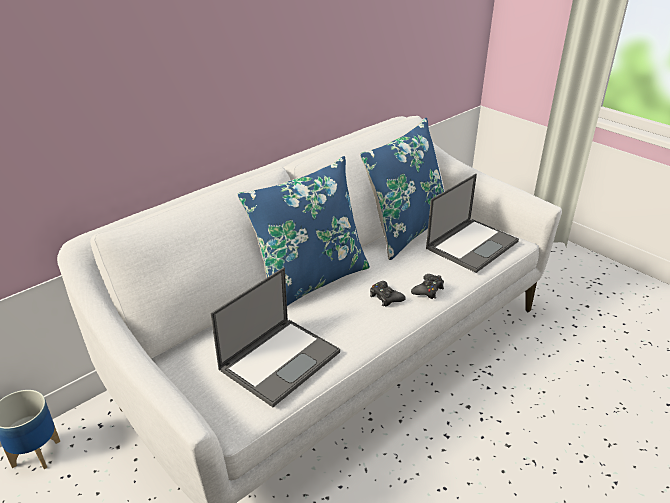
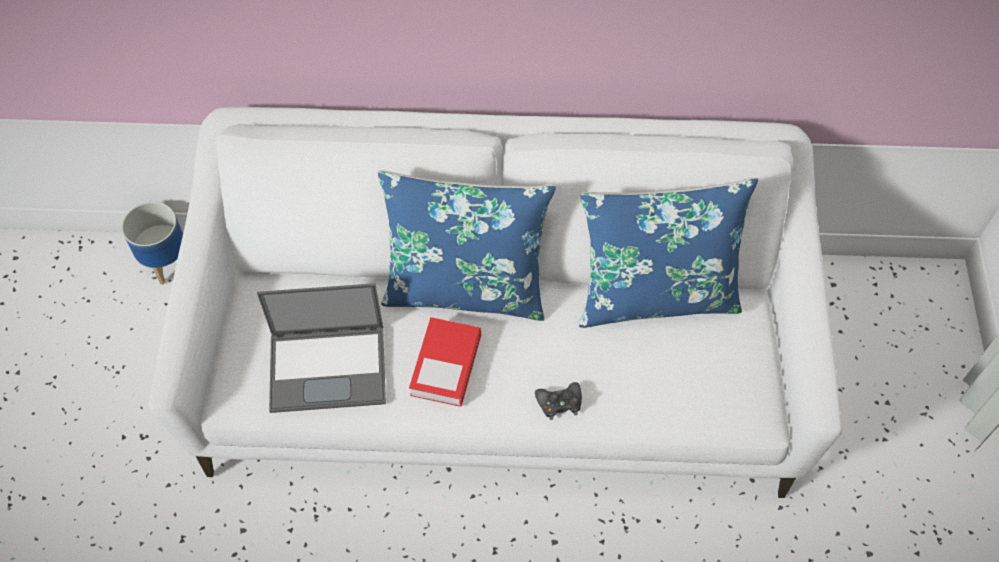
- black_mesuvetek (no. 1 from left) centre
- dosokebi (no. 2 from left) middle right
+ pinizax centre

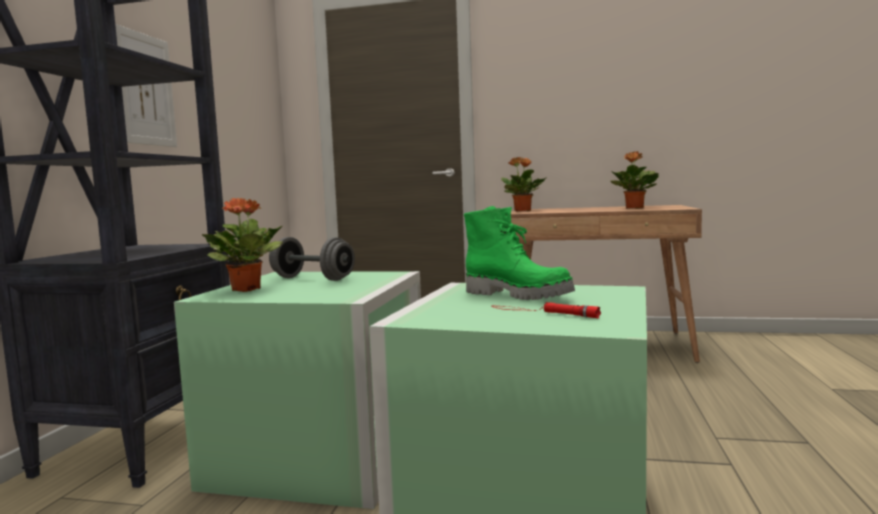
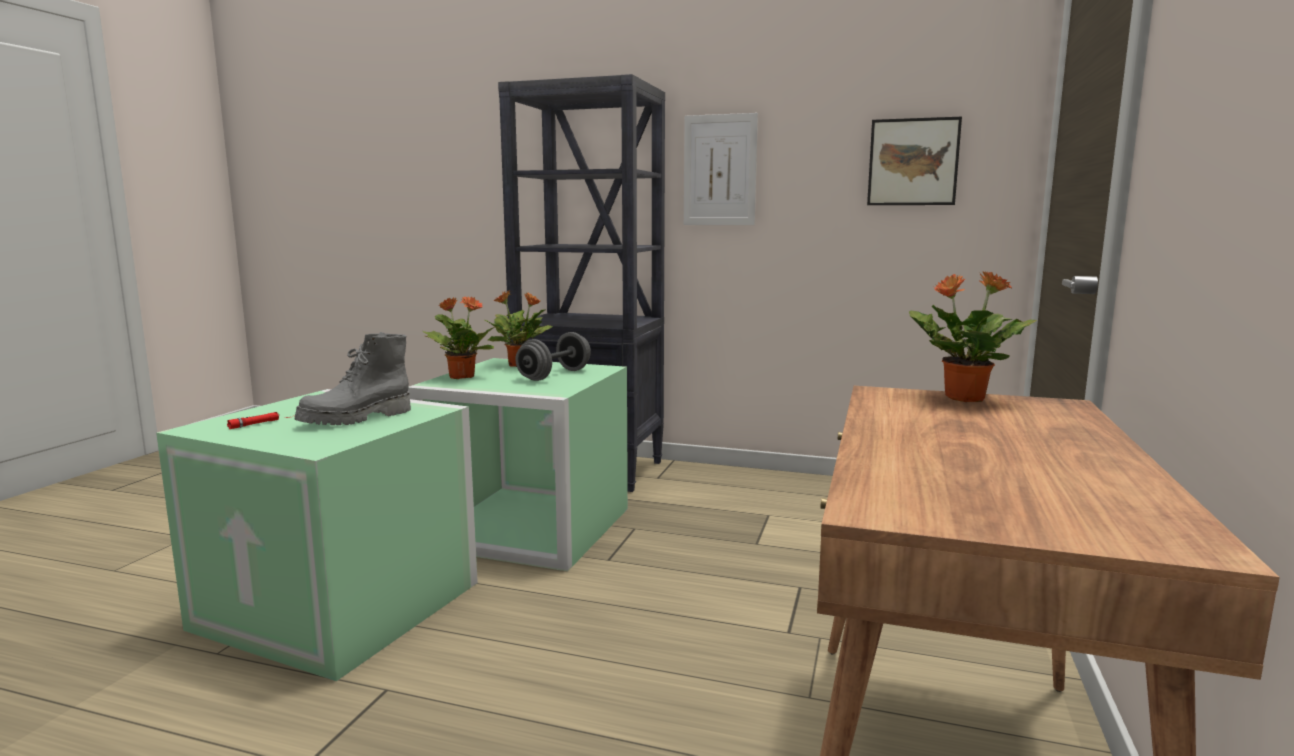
~ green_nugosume centre to grey_nugosume middle left
~ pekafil (no. 3 from left in the first image) middle right to pekafil (no. 1 from left) centre
+ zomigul (no. 2 from left) top right

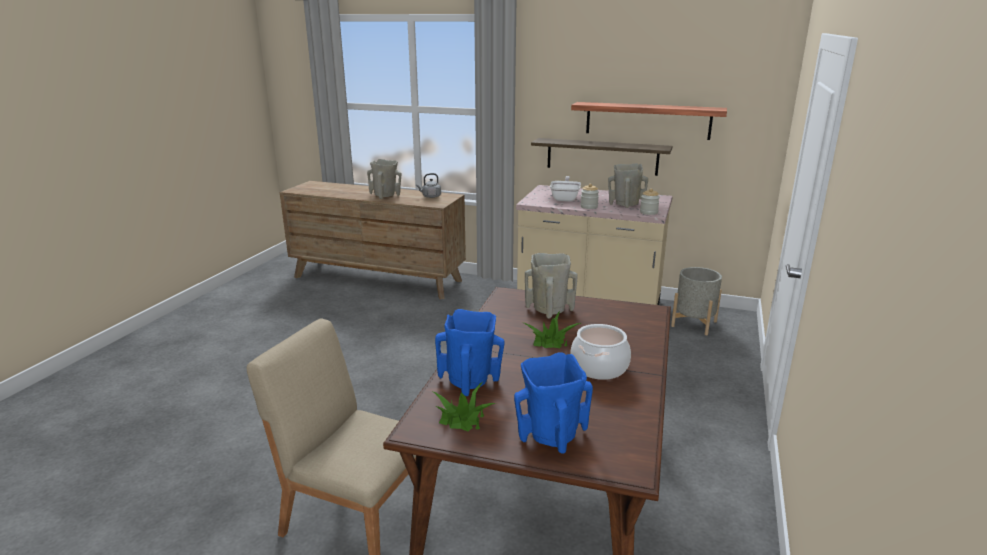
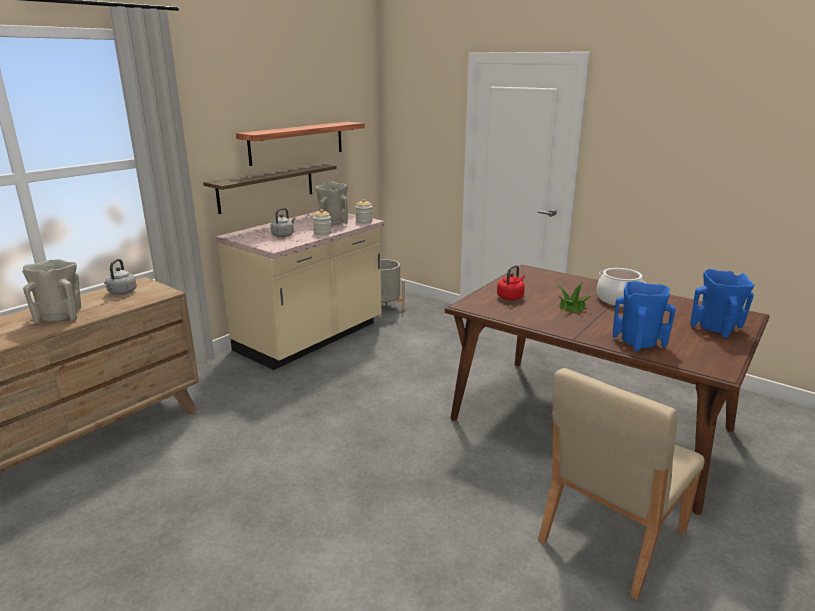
- pekafil (no. 1 from left) bottom centre
~ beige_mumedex (no. 2 from left) centre to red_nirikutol centre
~ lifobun centre to grey_nirikutol (no. 2 from left) centre

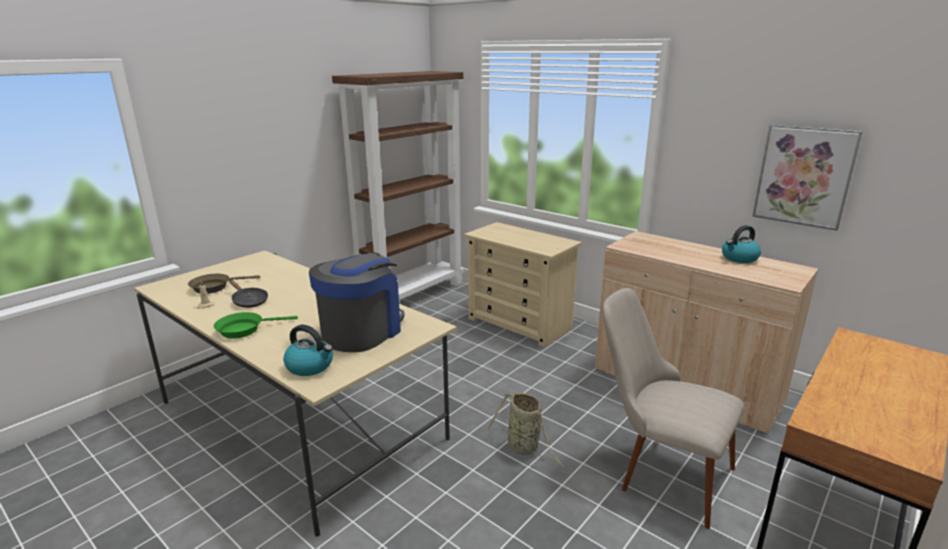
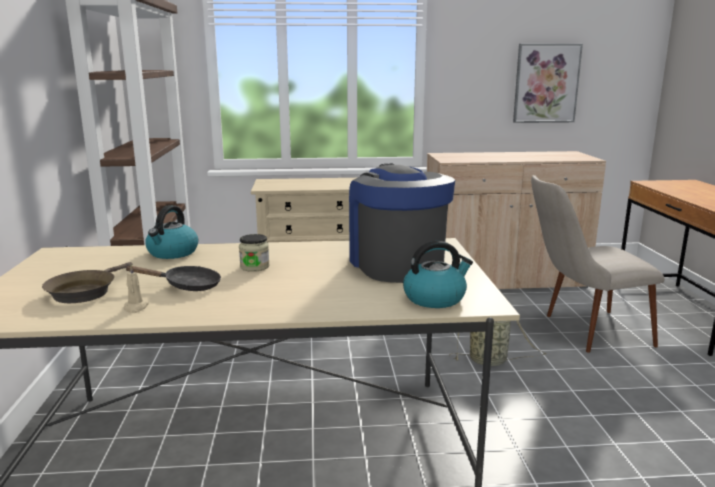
- green_lifobun middle left
~ nirikutol (no. 2 from left in the first image) middle right to nirikutol (no. 1 from left) middle left
+ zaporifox centre

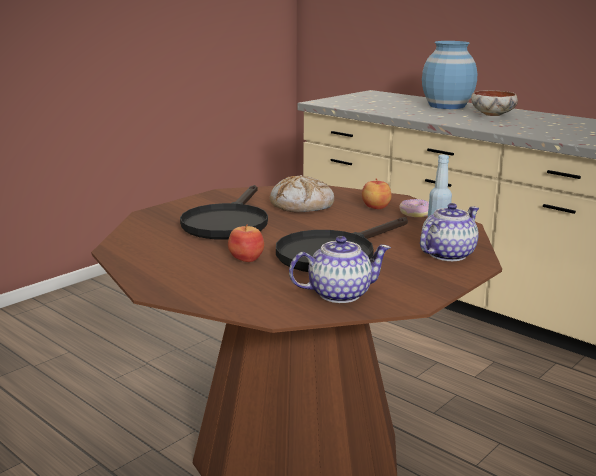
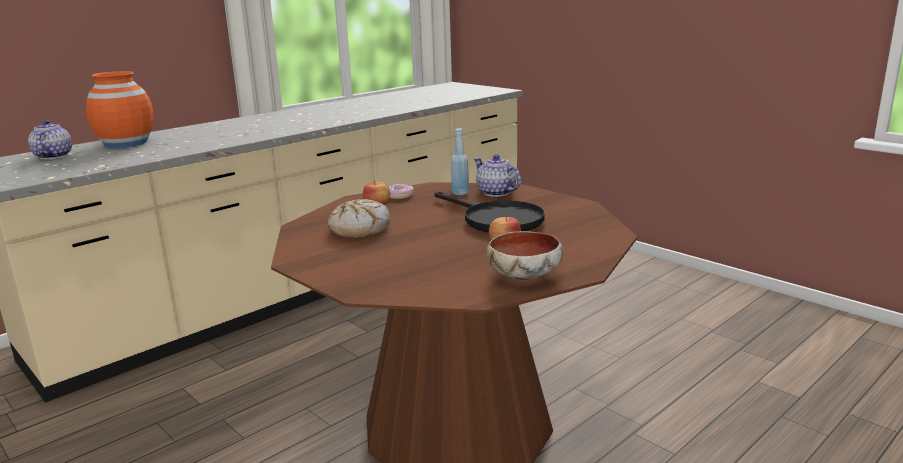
- black_lifobun (no. 1 from left) centre
~ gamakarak (no. 1 from left) centre to top left
~ blue_mumedex top right to orange_mumedex top left
~ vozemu top right to centre

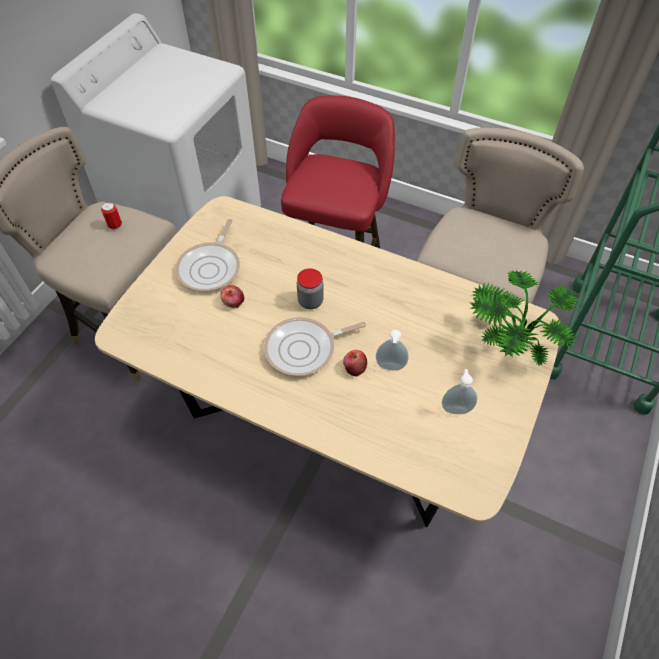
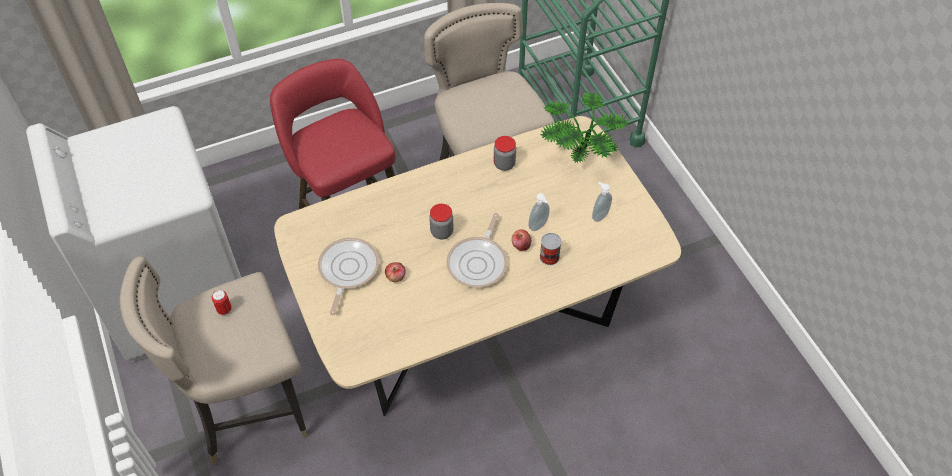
~ lifobun (no. 1 from left) middle left = centre 135 degrees counterclockwise
+ zaporifox (no. 2 from left) top centre
+ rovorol (no. 2 from left) centre

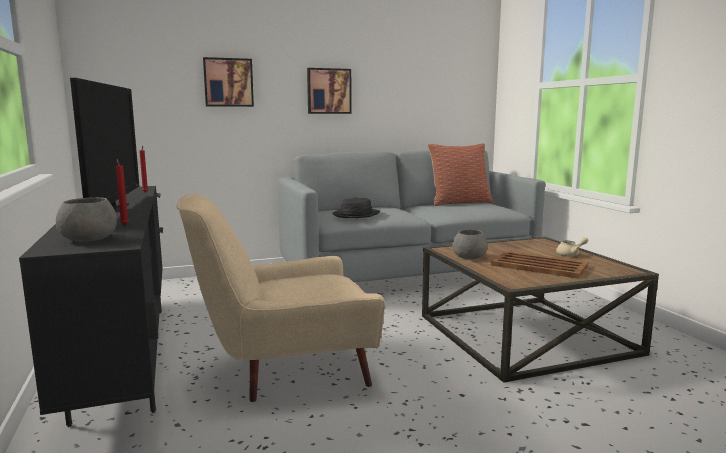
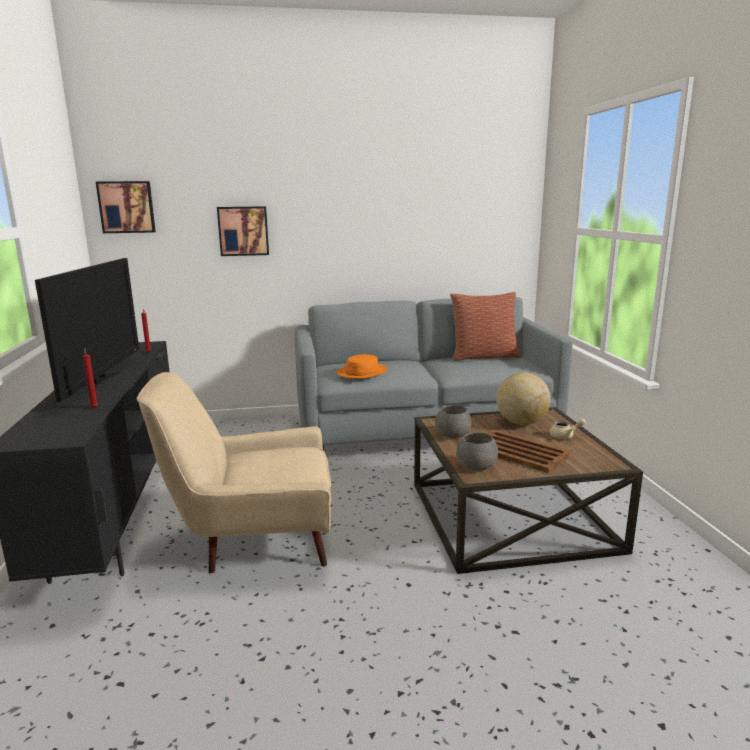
~ grey_vozemu (no. 1 from left in the first image) middle left to grey_vozemu (no. 2 from left) centre
~ zomigul (no. 2 from left in the first image) top centre to zomigul (no. 1 from left) top left
~ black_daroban centre to orange_daroban centre
+ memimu middle right

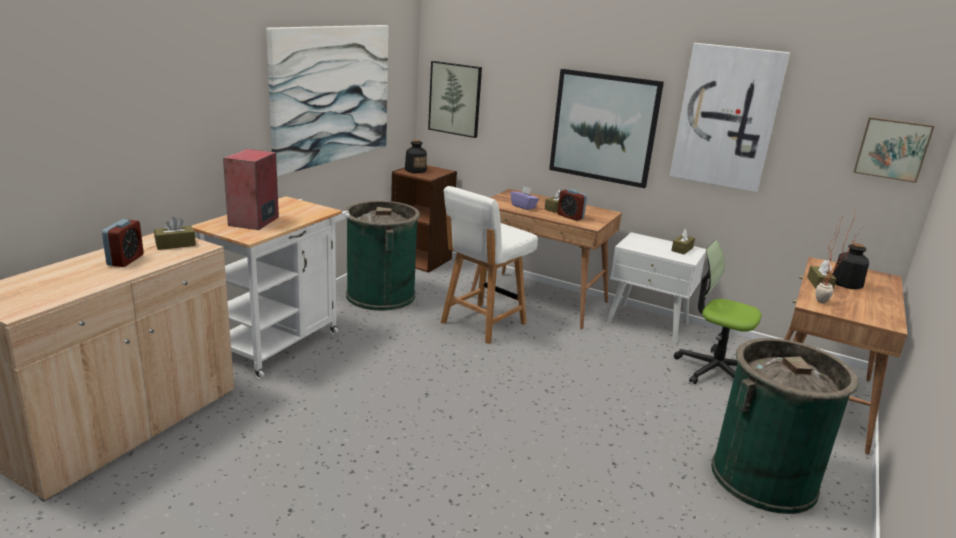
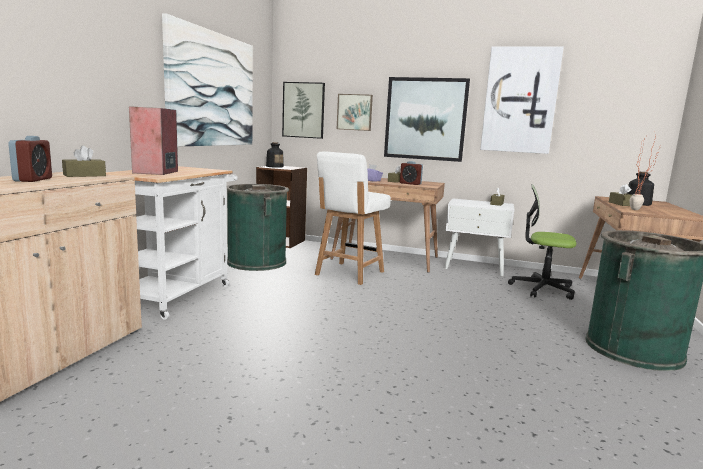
~ zomigul (no. 5 from left in the first image) top right to zomigul (no. 3 from left) top centre

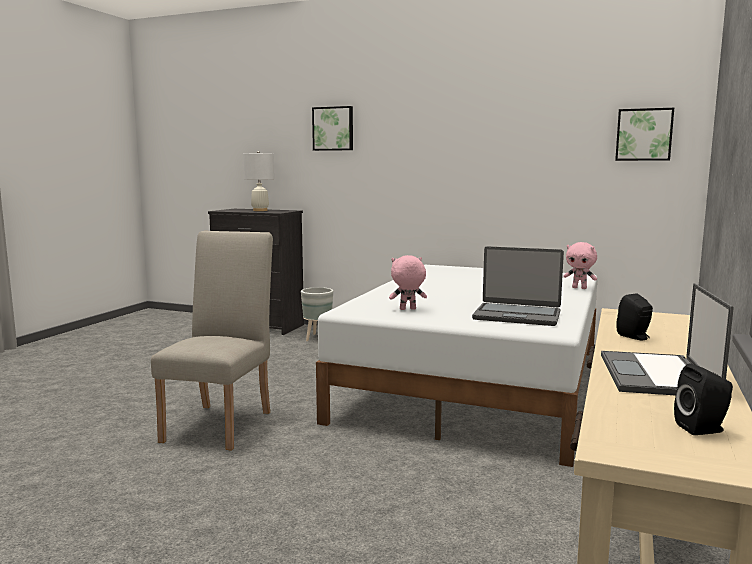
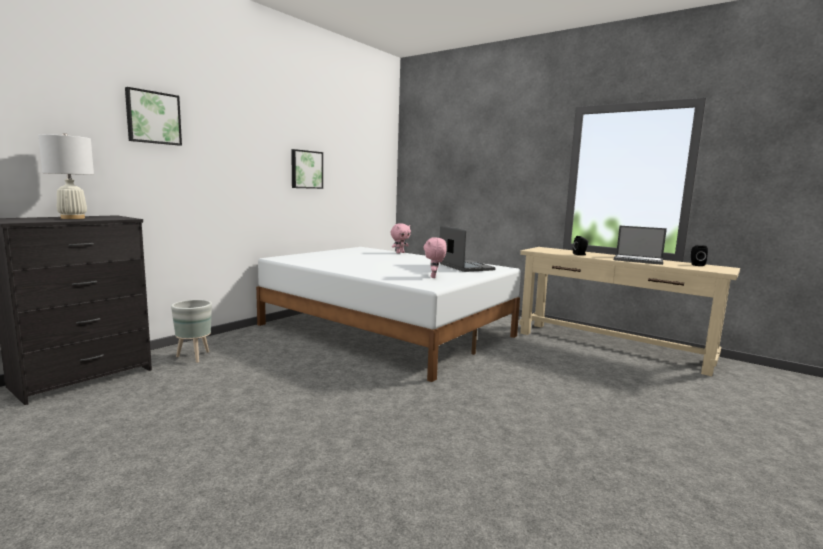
- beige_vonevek middle left
~ dosokebi (no. 1 from left) middle right = centre 60 degrees counterclockwise
~ zomigul (no. 2 from left) top right to top centre

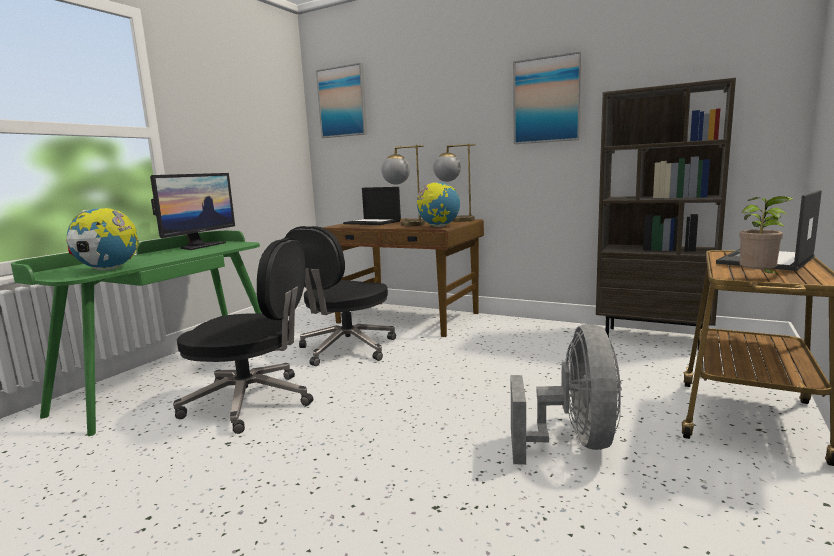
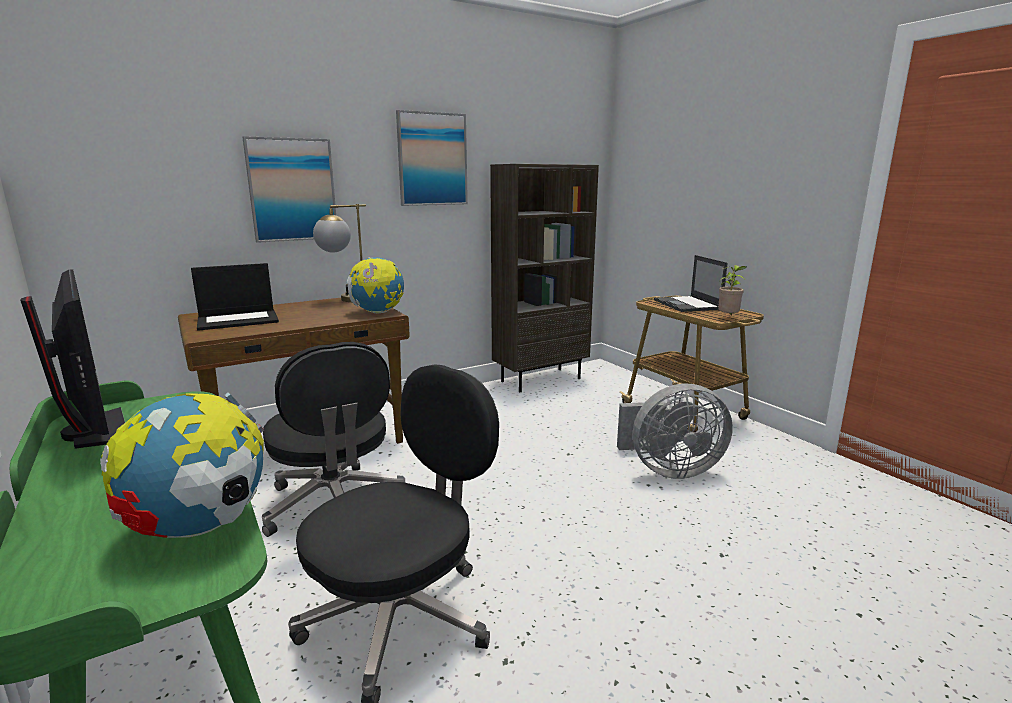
~ zomigul (no. 1 from left) top centre to top left
- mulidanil (no. 1 from left) top centre
~ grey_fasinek bottom right = middle right 135 degrees clockwise

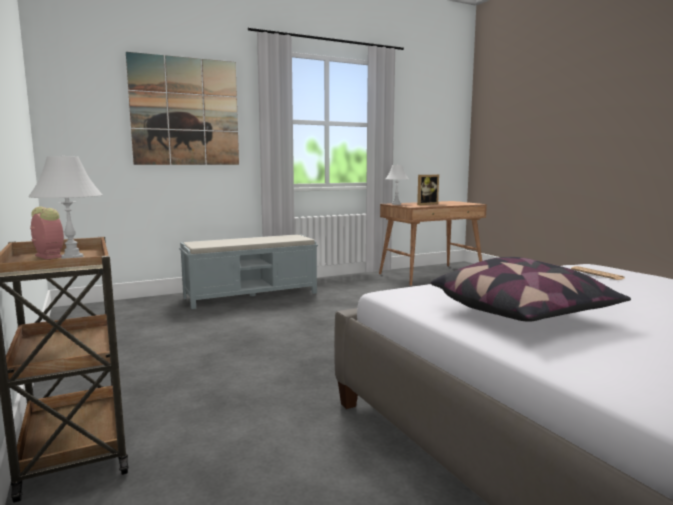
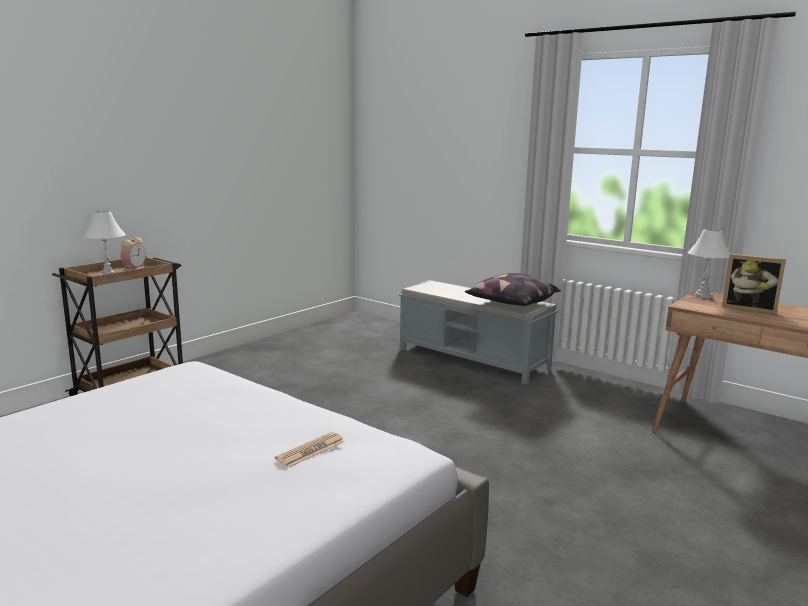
- zomigul top left
~ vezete middle right to centre

